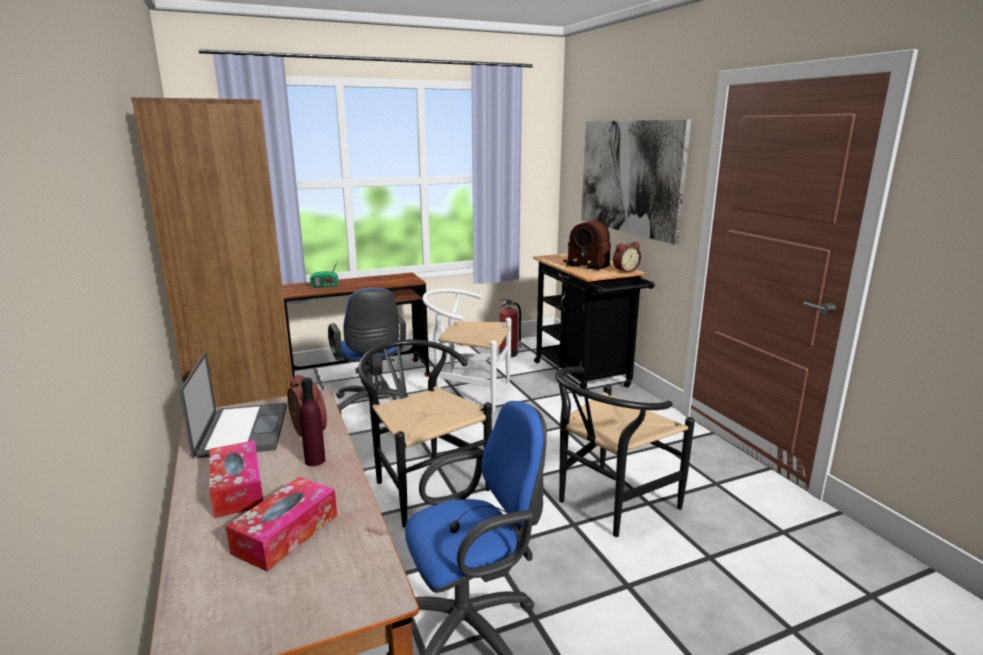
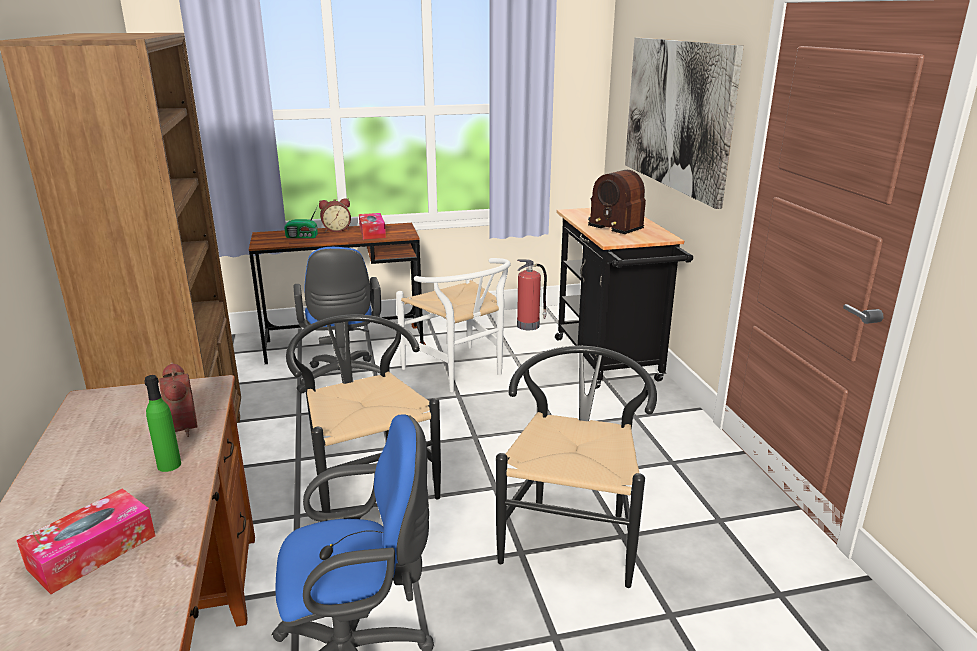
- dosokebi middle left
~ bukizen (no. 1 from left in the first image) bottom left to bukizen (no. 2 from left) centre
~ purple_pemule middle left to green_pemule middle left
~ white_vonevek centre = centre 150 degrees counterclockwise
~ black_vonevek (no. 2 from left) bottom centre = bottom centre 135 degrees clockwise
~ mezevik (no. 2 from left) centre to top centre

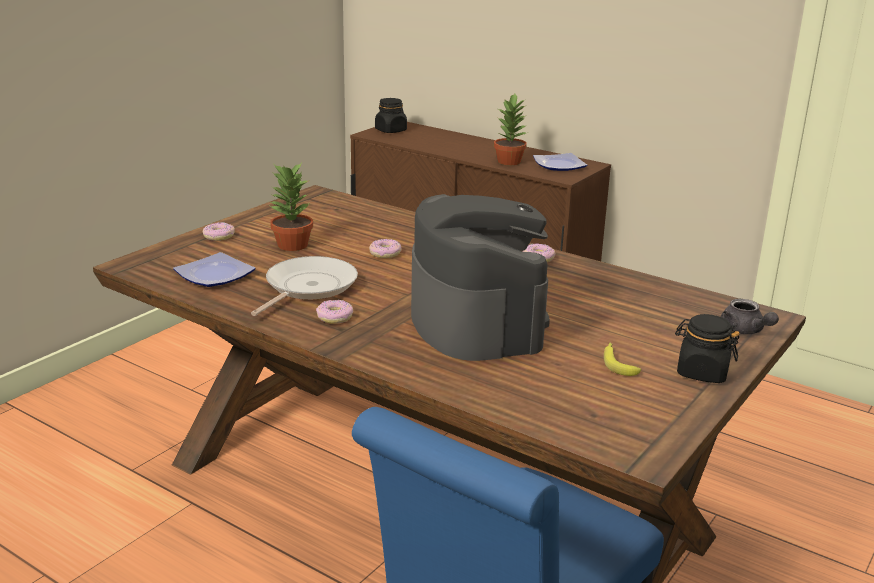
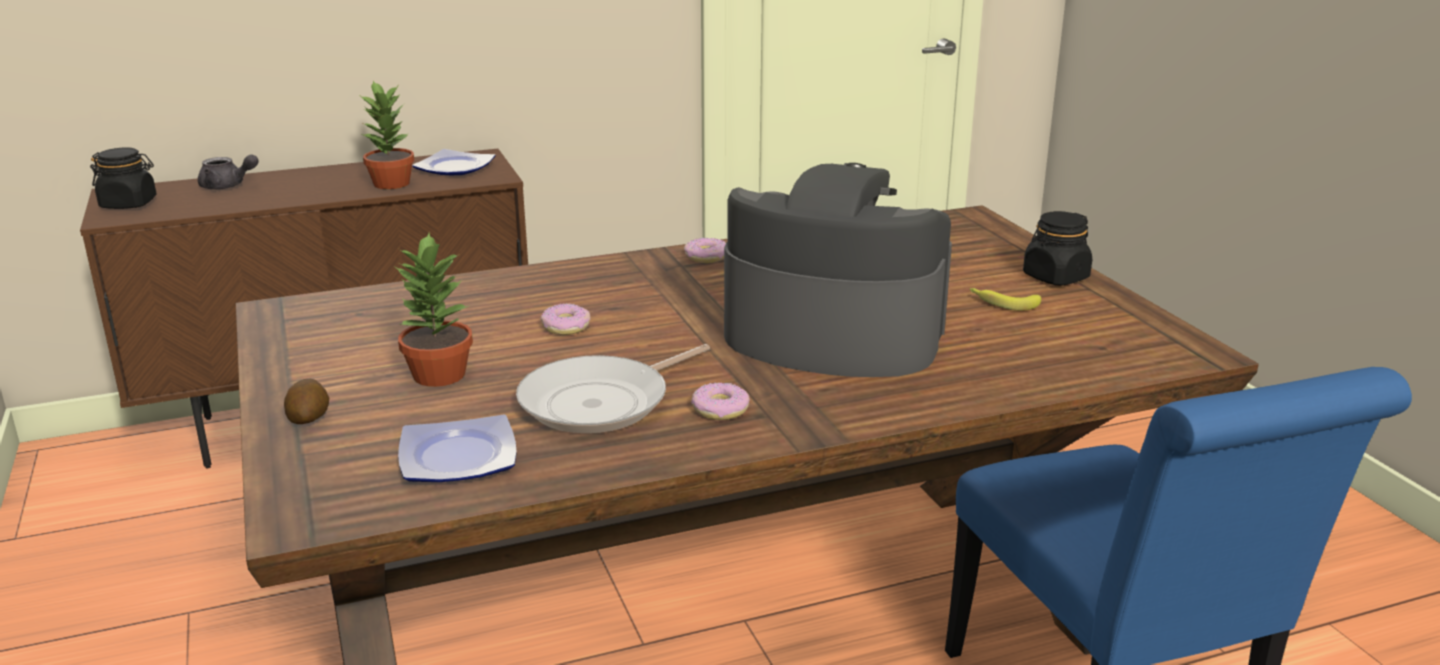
~ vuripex (no. 1 from left) middle left to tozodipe middle left
~ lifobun centre = centre 105 degrees counterclockwise
~ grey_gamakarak middle right to top left

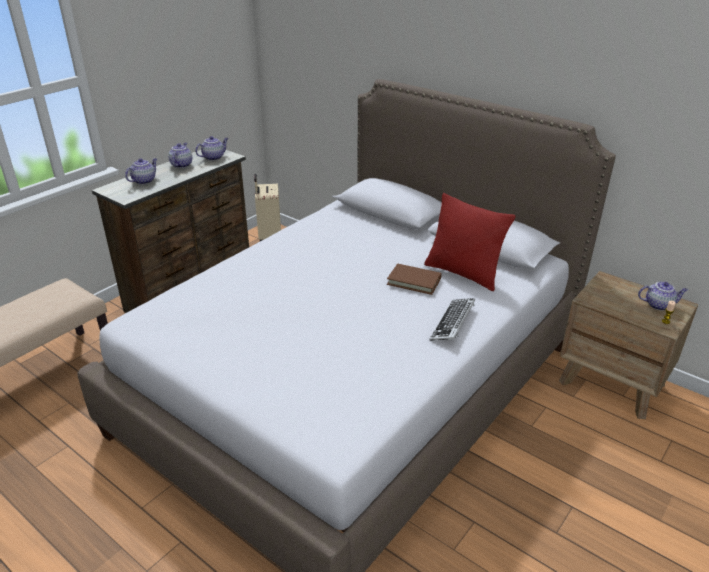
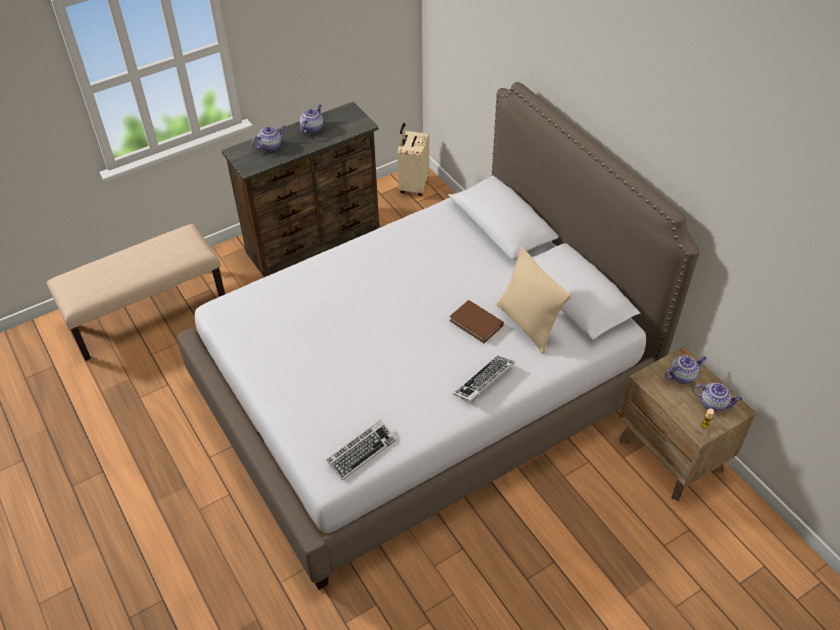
~ gamakarak (no. 3 from left) top left to middle right
~ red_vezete centre to beige_vezete centre
+ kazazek (no. 1 from left) bottom centre

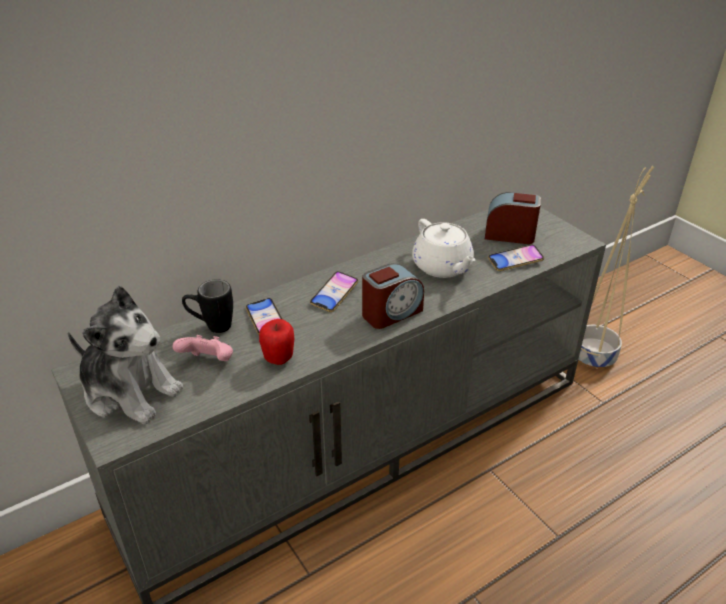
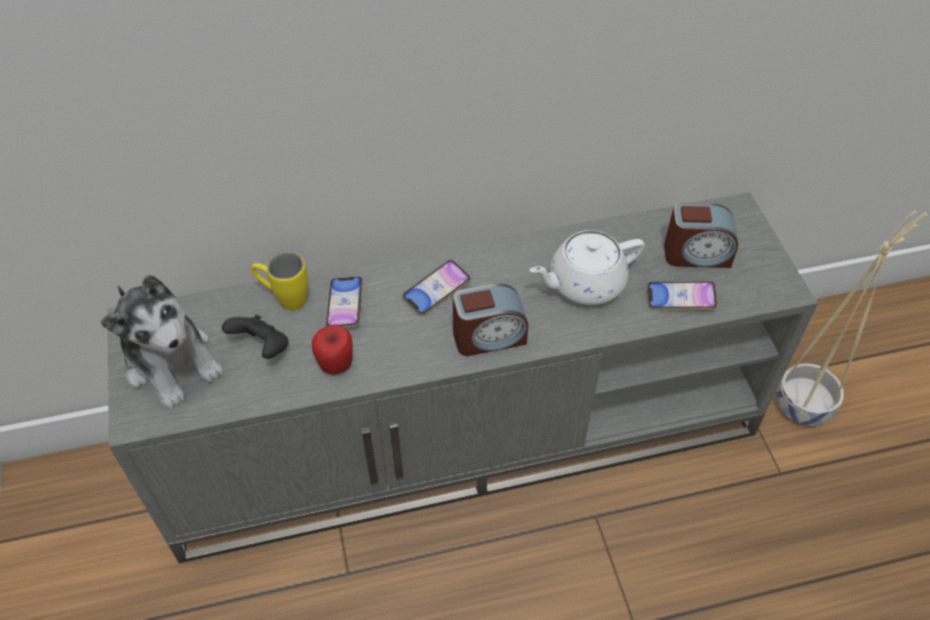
~ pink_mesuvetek middle left to black_mesuvetek middle left
~ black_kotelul middle left to yellow_kotelul middle left
~ white_gamakarak centre = centre 75 degrees clockwise
~ mezevik (no. 2 from left) middle right = middle right 150 degrees clockwise

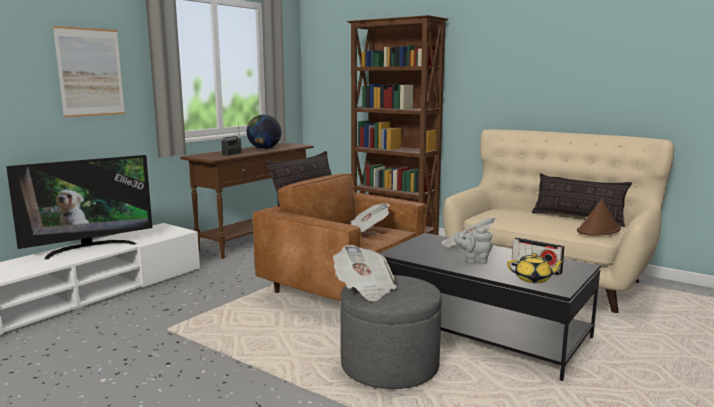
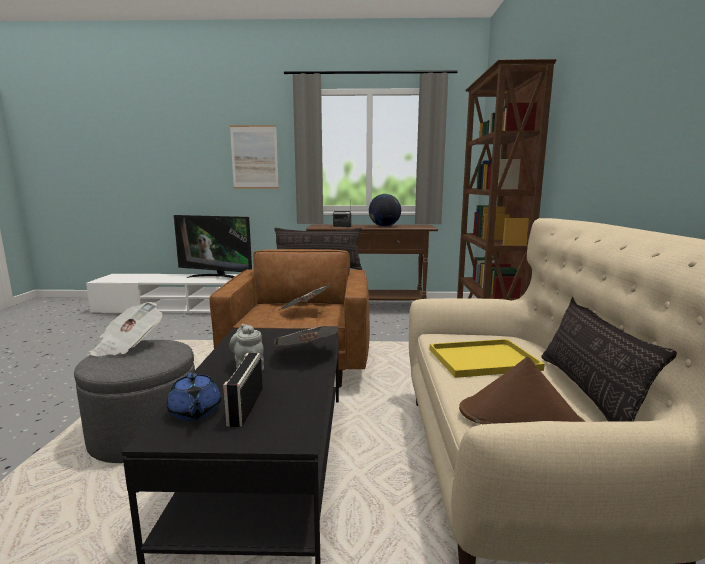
~ yellow_gamakarak middle right to blue_gamakarak bottom left
+ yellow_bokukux middle right

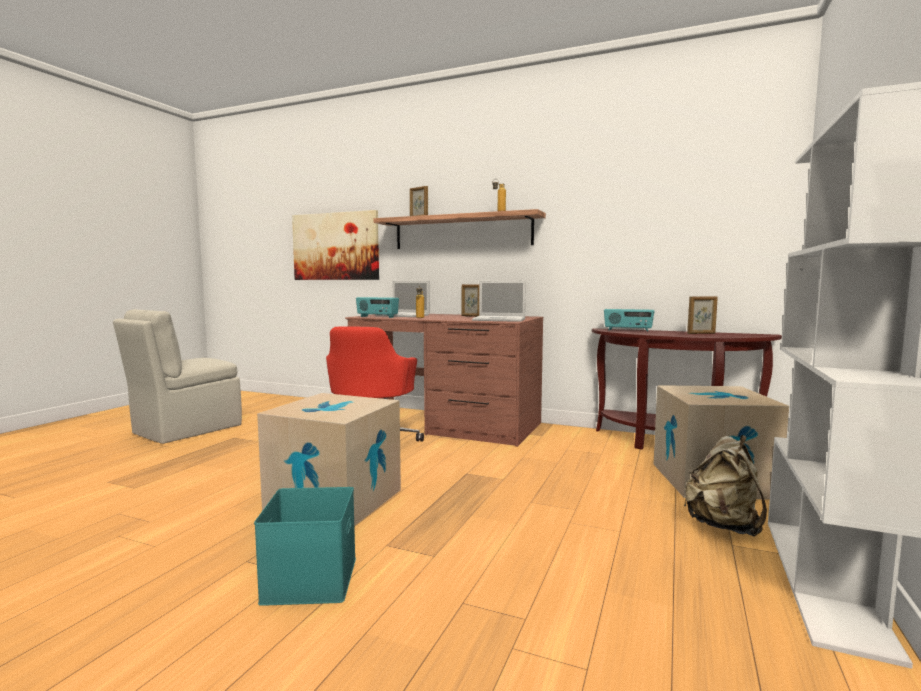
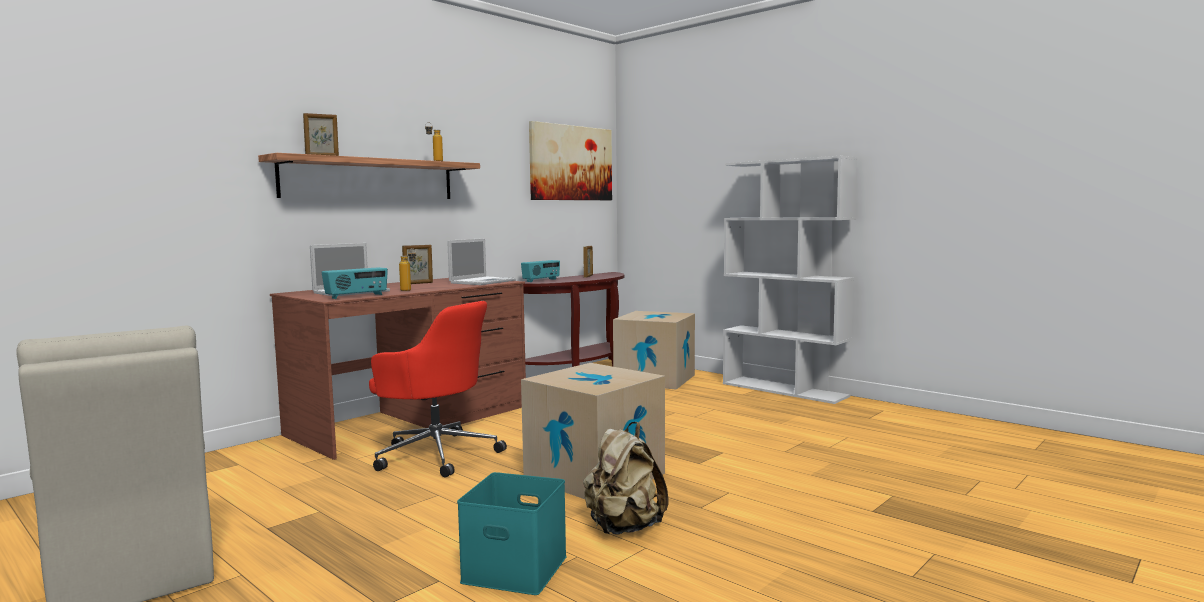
~ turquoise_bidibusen bottom left to bottom centre
~ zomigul centre to top centre
~ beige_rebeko bottom right to bottom centre

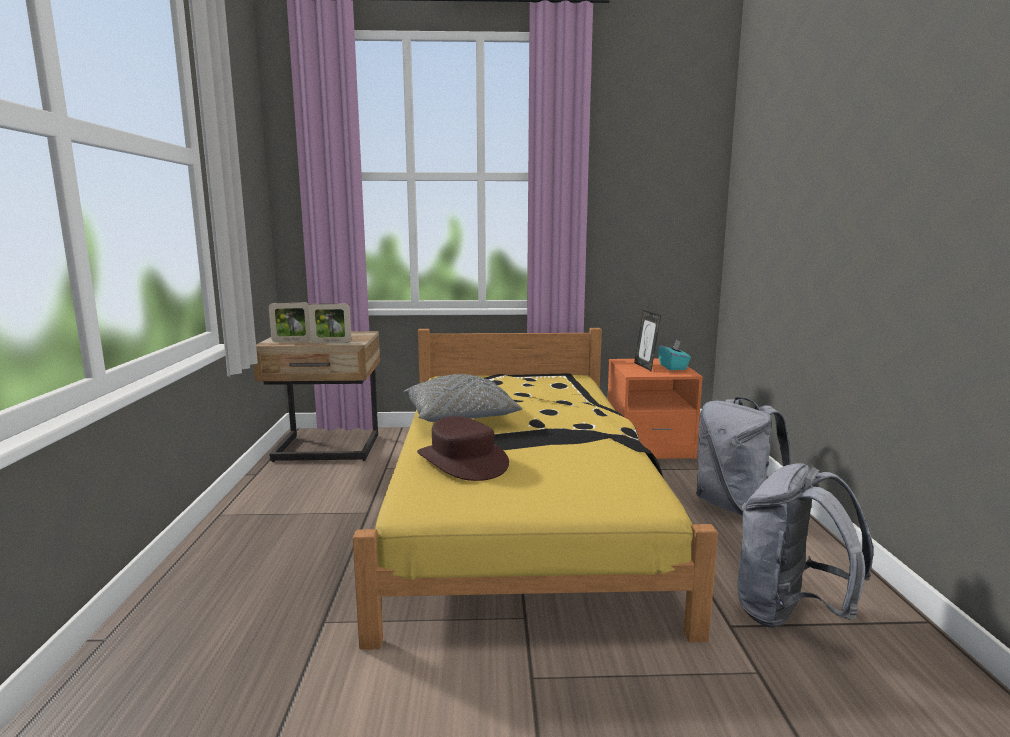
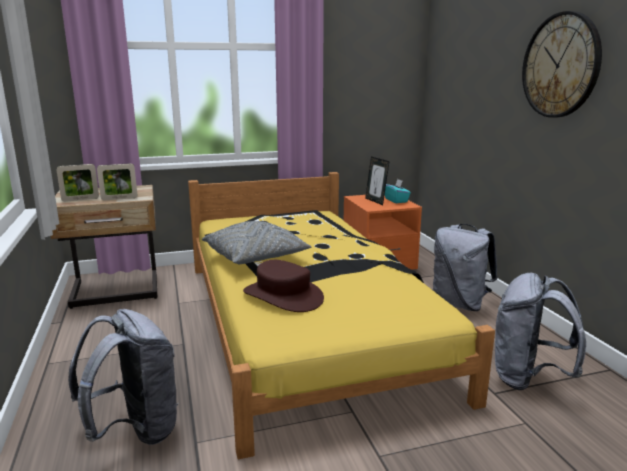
+ grey_rebeko (no. 1 from left) bottom left
+ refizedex top right

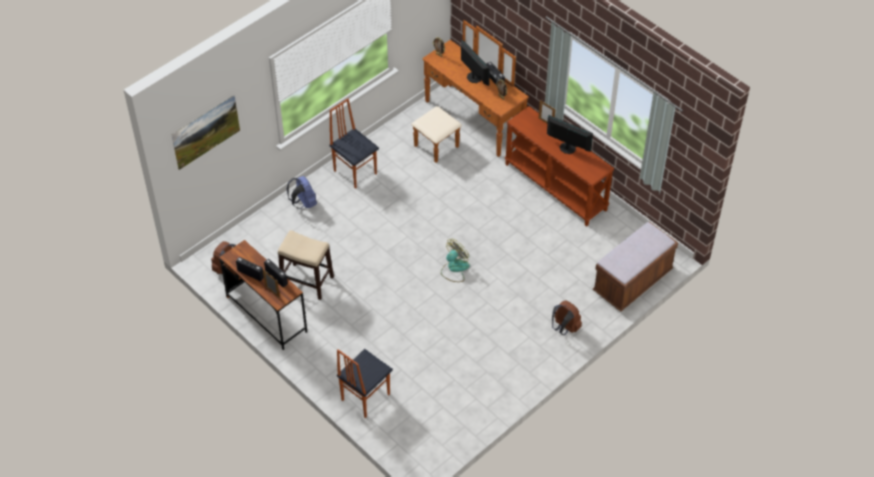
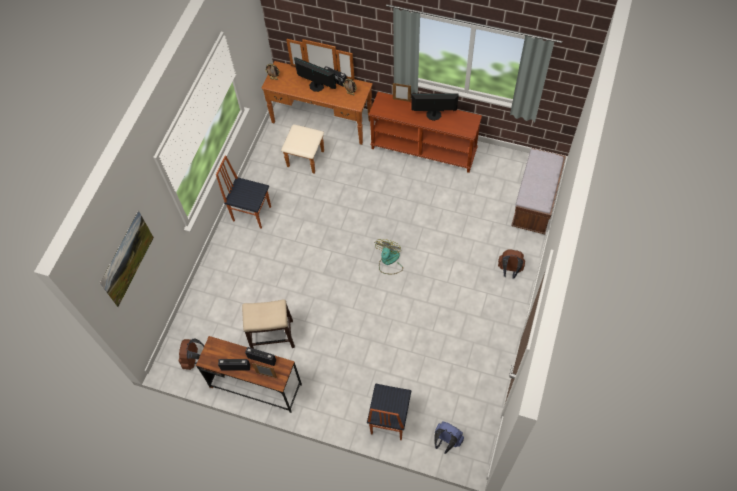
~ blue_rebeko centre to bottom centre

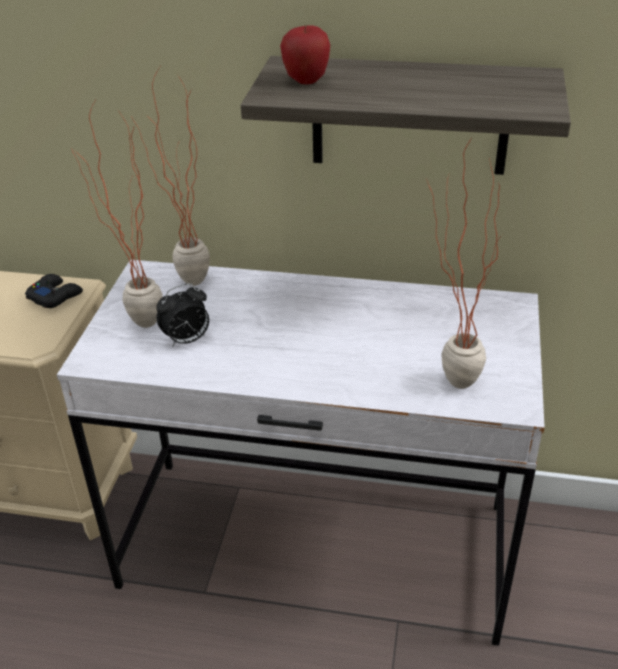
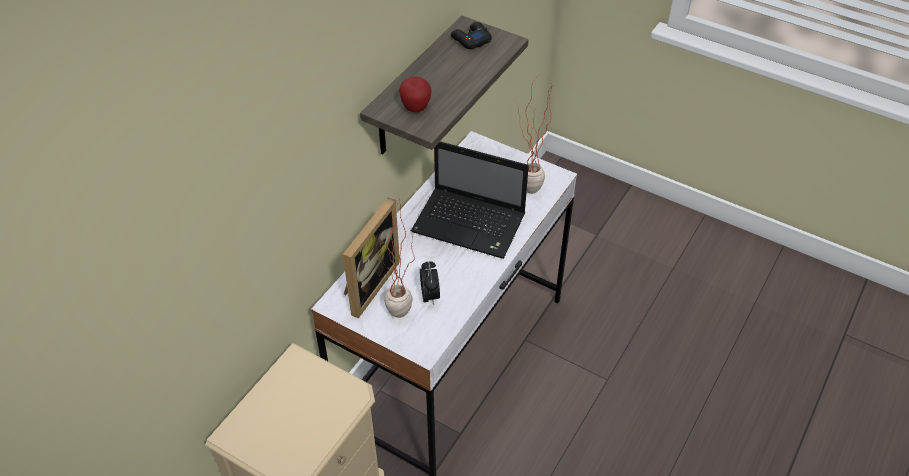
~ black_mesuvetek middle left to top centre
~ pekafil (no. 2 from left) top left to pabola centre
+ dosokebi centre

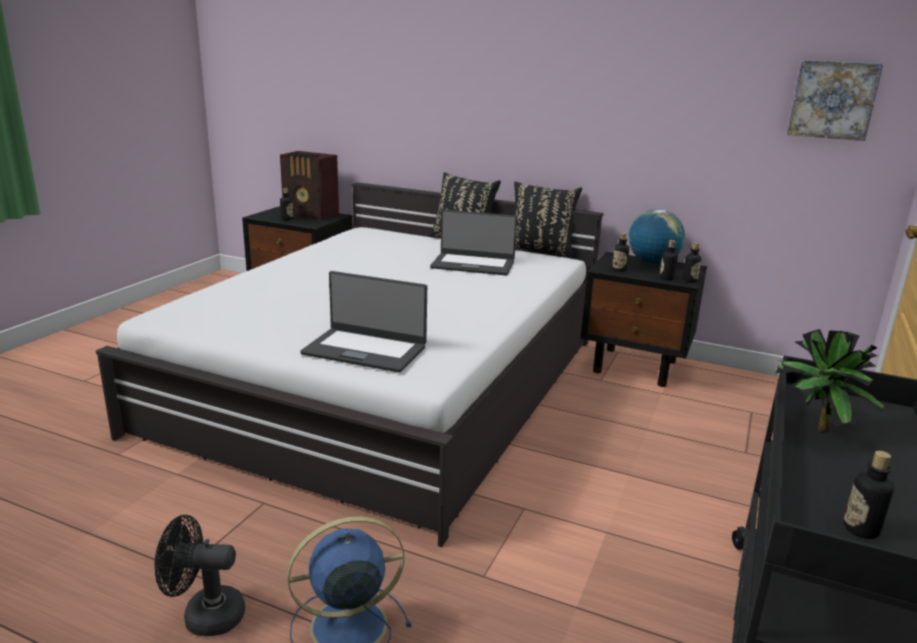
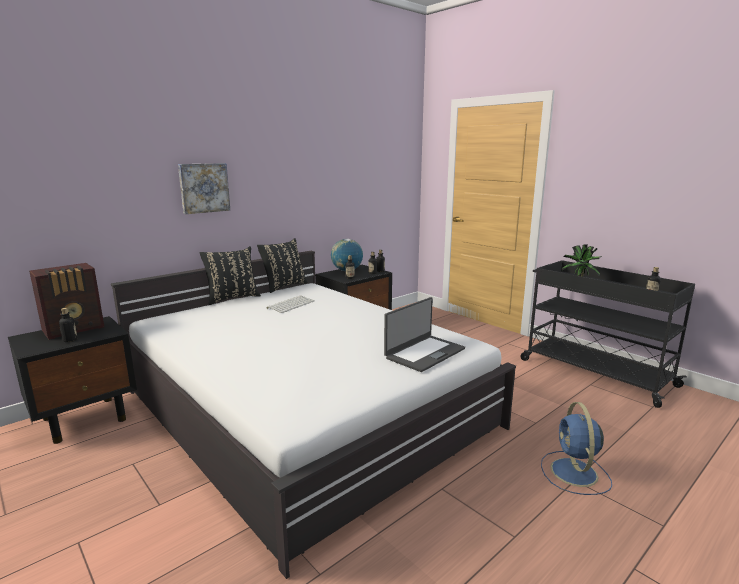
- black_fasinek bottom left
~ dosokebi (no. 2 from left) centre to kazazek centre
~ zomigul top right to top left

